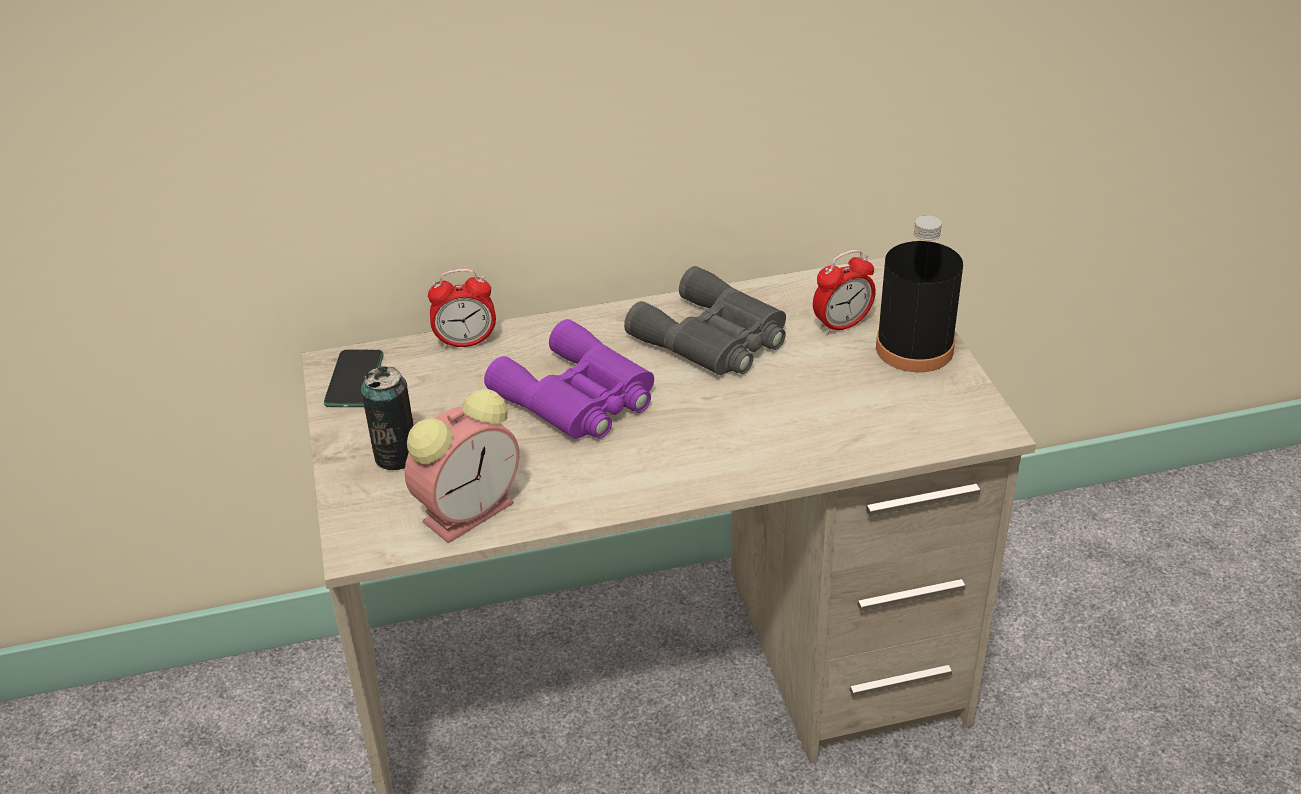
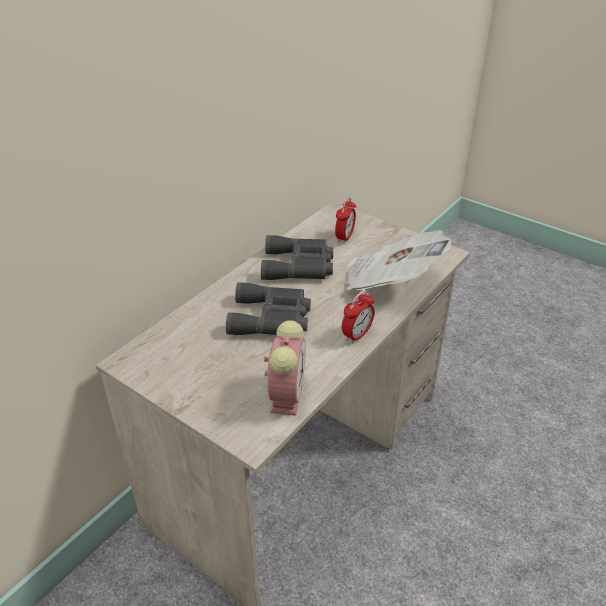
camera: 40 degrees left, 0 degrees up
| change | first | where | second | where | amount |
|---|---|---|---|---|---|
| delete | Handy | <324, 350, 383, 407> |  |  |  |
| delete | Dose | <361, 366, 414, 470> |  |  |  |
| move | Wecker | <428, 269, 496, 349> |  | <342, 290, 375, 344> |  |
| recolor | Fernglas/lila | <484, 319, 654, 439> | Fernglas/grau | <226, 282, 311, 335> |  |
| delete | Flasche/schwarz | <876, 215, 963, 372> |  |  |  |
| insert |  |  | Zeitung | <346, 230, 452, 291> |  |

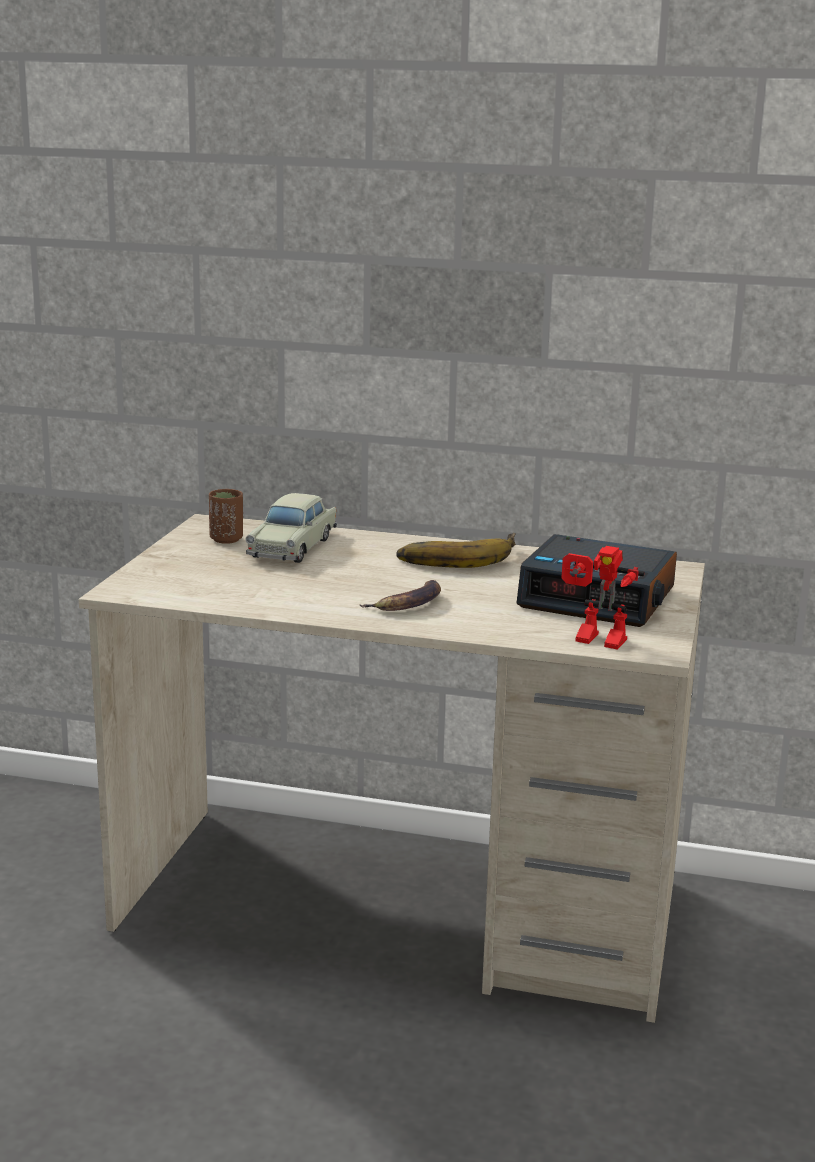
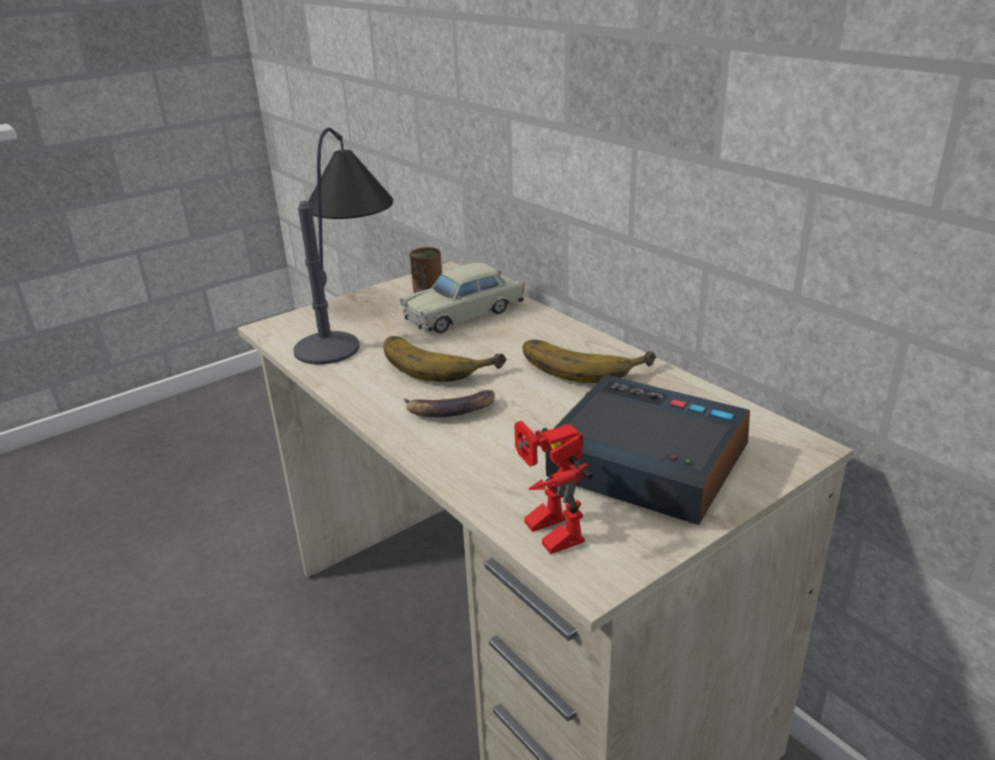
camera: 40 degrees right, 10 degrees up
| change | first | where | second | where | amount |
|---|---|---|---|---|---|
| rotate | Wecker | <516, 534, 677, 627> |  | <546, 375, 750, 525> | 150 degrees clockwise |
| insert |  |  | Tischlampe | <293, 128, 393, 365> |  |
| insert |  |  | Banane | <384, 336, 507, 382> |  |

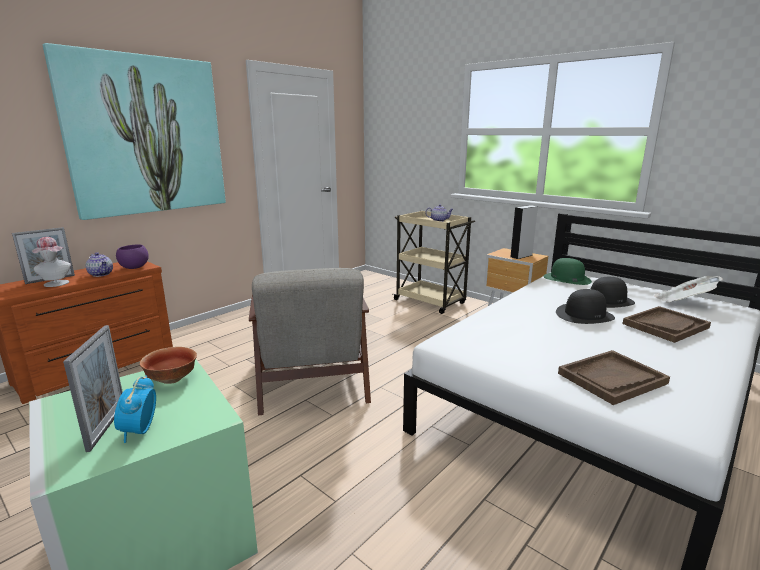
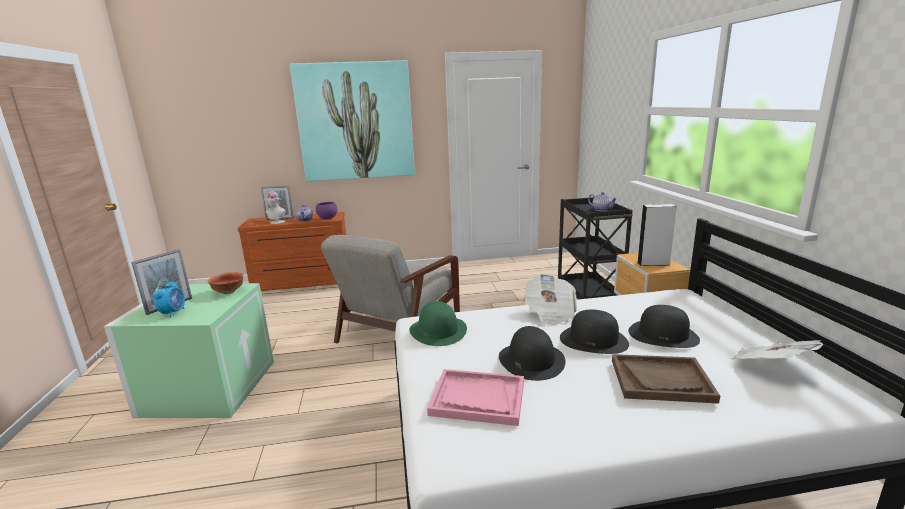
camera: 40 degrees right, 0 degrees up
| change | first | where | second | where | amount |
|---|---|---|---|---|---|
| rotate | Wecker | <114, 375, 156, 443> |  | <153, 280, 185, 318> | 150 degrees clockwise |
| recolor | Rollwagen/beige | <393, 210, 475, 314> | Rollwagen/schwarz | <558, 197, 633, 300> |  |
| move | Hut/grün | <543, 258, 592, 285> |  | <409, 301, 467, 346> |  |
| recolor | Tablett/braun | <558, 350, 670, 405> | Tablett/rosa | <427, 369, 524, 426> |  |
| insert |  |  | Hut/schwarz | <499, 326, 566, 381> |  |
| insert |  |  | Zeitung | <523, 273, 577, 327> |  |

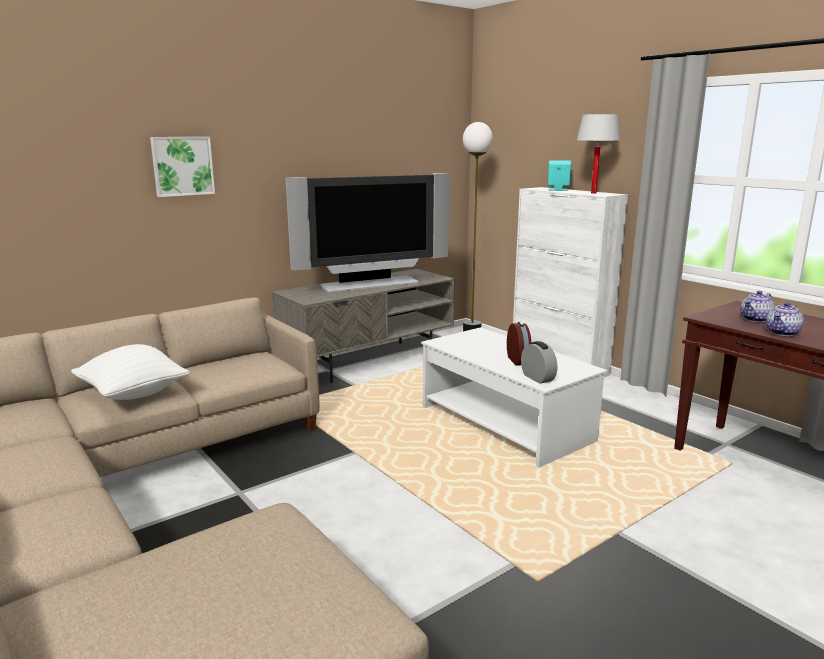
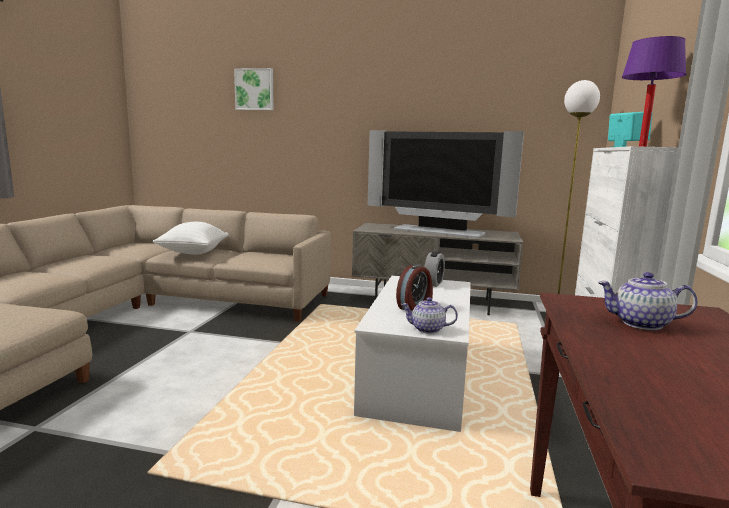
camera: 50 degrees right, 5 degrees down
| change | first | where | second | where | amount |
|---|---|---|---|---|---|
| move | Bild | <150, 137, 215, 197> |  | <234, 68, 274, 110> |  |
| move | Wecker | <521, 341, 557, 384> |  | <424, 251, 445, 287> |  |
| recolor | Tischlampe/weiß | <577, 114, 620, 194> | Tischlampe/lila | <622, 36, 686, 147> |  |
| move | Teekanne | <766, 302, 804, 336> |  | <401, 297, 458, 334> |  |

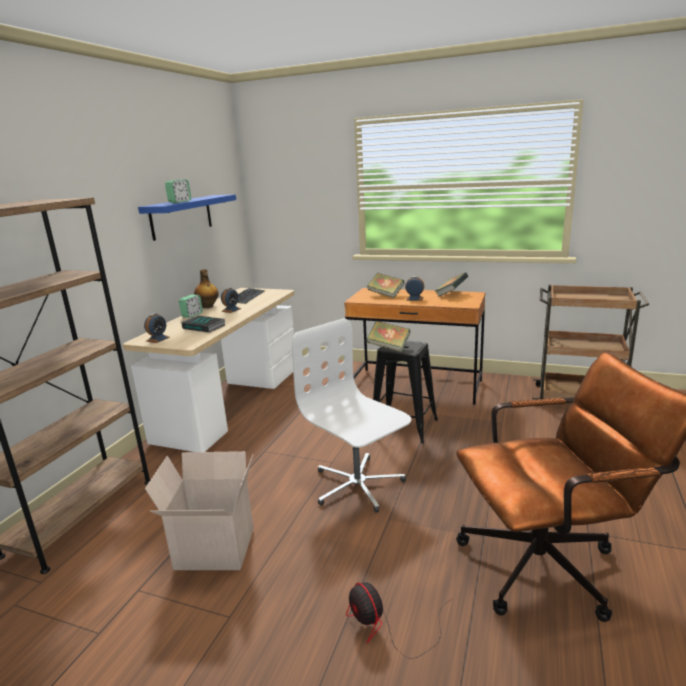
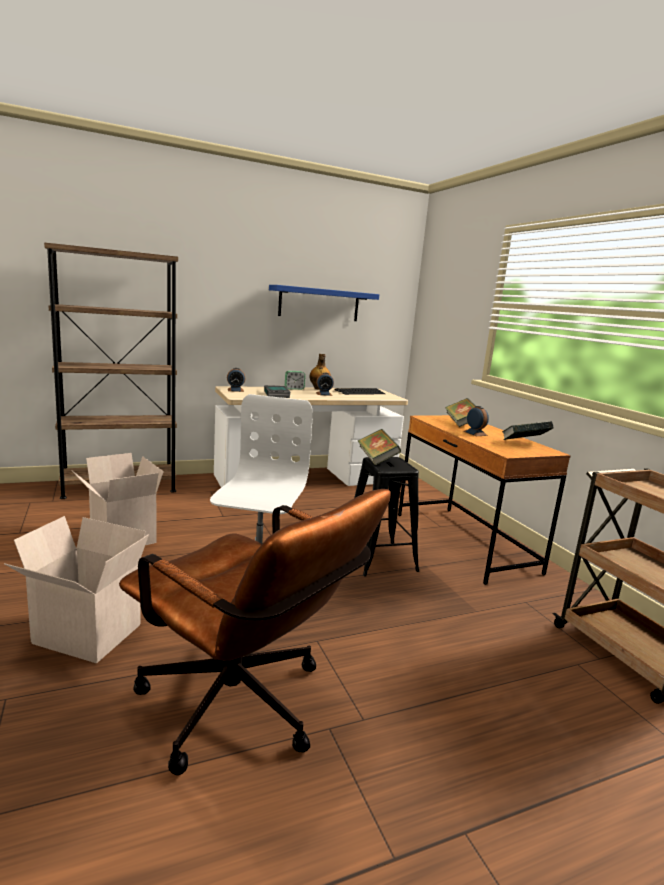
camera: 45 degrees right, 5 degrees down
| change | first | where | second | where | amount |
|---|---|---|---|---|---|
| delete | Wecker | <165, 179, 191, 203> |  |  |  |
| replace | Ventilator | <346, 582, 452, 659> | Karton | <4, 516, 149, 663> |  |

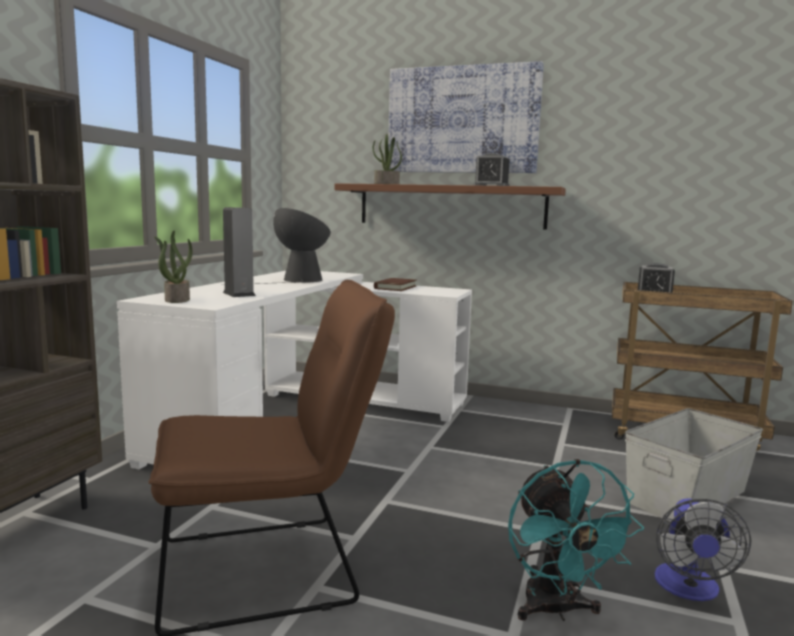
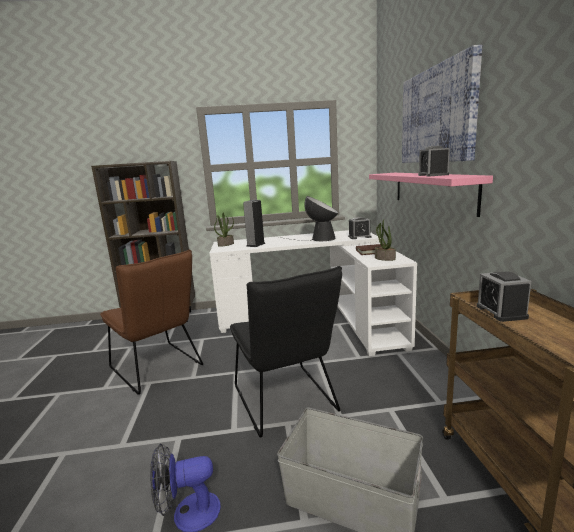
camera: 65 degrees right, 5 degrees up
| change | first | where | second | where | amount |
|---|---|---|---|---|---|
| recolor | Wandregal/braun | <334, 183, 566, 230> | Wandregal/rosa | <369, 173, 493, 217> |  |
| move | Topfpflanze | <373, 134, 402, 184> |  | <375, 220, 396, 261> |  |
| delete | Ventilator/türkis | <508, 459, 644, 621> |  |  |  |
| insert |  |  | Stuhl/schwarz | <230, 266, 342, 438> |  |
| insert |  |  | Wecker | <348, 217, 371, 239> |  |

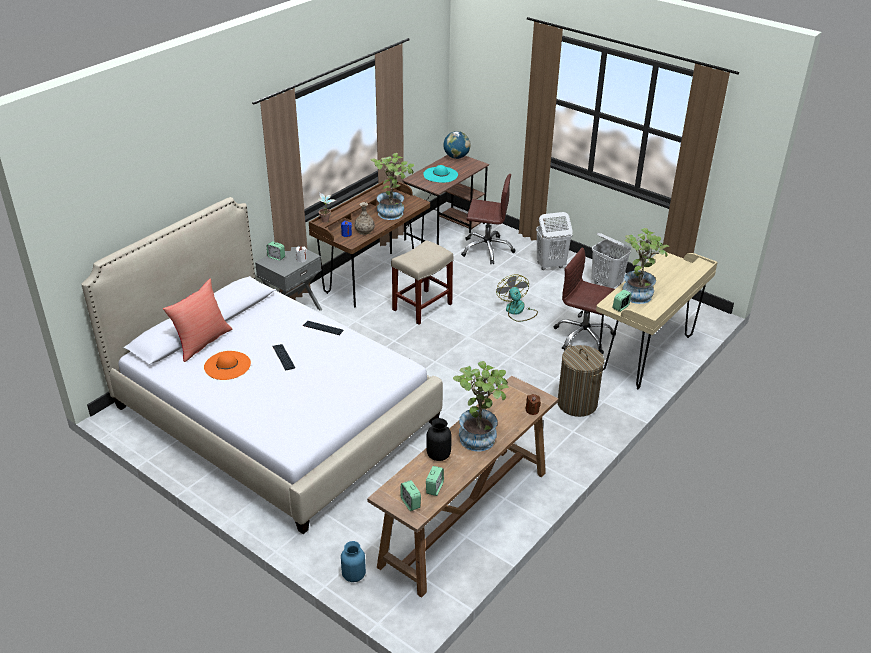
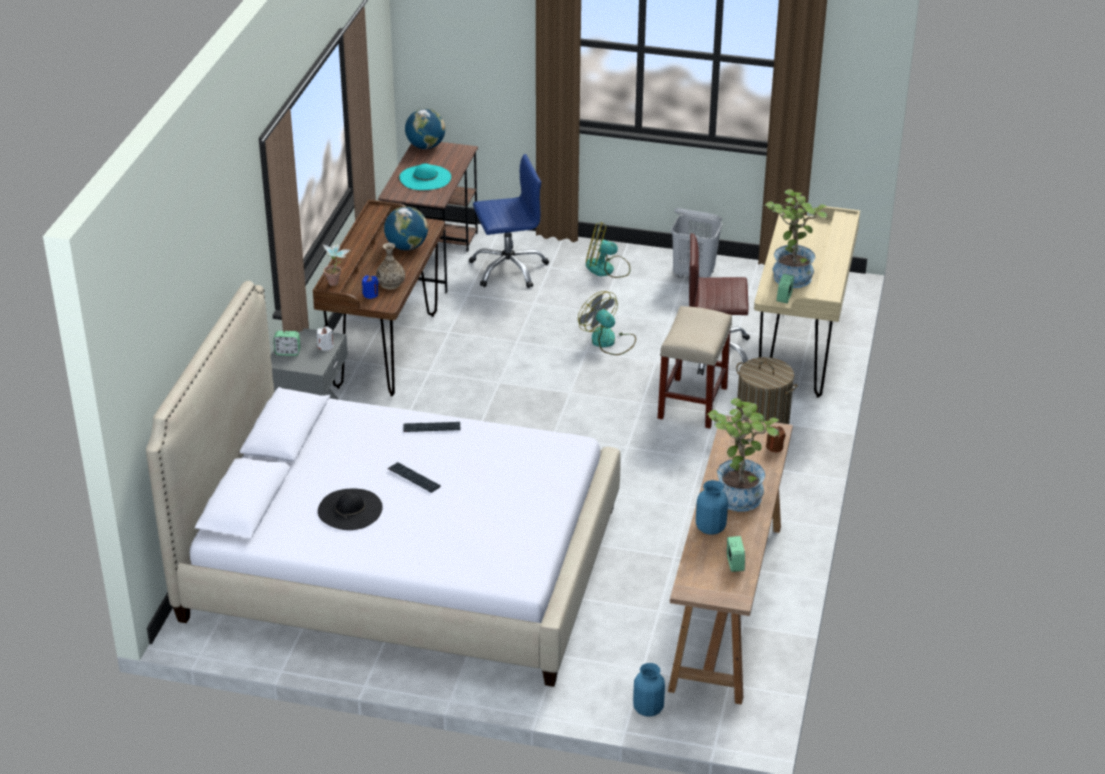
camera: 25 degrees left, 0 degrees up
| change | first | where | second | where | amount |
|---|---|---|---|---|---|
| delete | Kissen/rot | <163, 279, 233, 362> |  |  |  |
| recolor | Hut/orange | <204, 351, 251, 380> | Hut/schwarz | <318, 489, 383, 530> |  |
| replace | Topfpflanze | <371, 153, 415, 220> | Globus | <384, 207, 428, 250> |  |
| move | Hocker/beige | <391, 240, 453, 325> |  | <658, 306, 732, 429> |  |
| delete | Wecker | <400, 480, 421, 511> |  |  |  |
| recolor | Vase/schwarz | <426, 418, 452, 461> | Vase/blau | <696, 480, 728, 535> |  |
| recolor | Bürostuhl/braun | <461, 174, 516, 264> | Bürostuhl/blau | <469, 154, 549, 288> |  |
| replace | Wäschekorb/weiß | <536, 212, 573, 270> | Ventilator | <586, 223, 630, 278> |  |

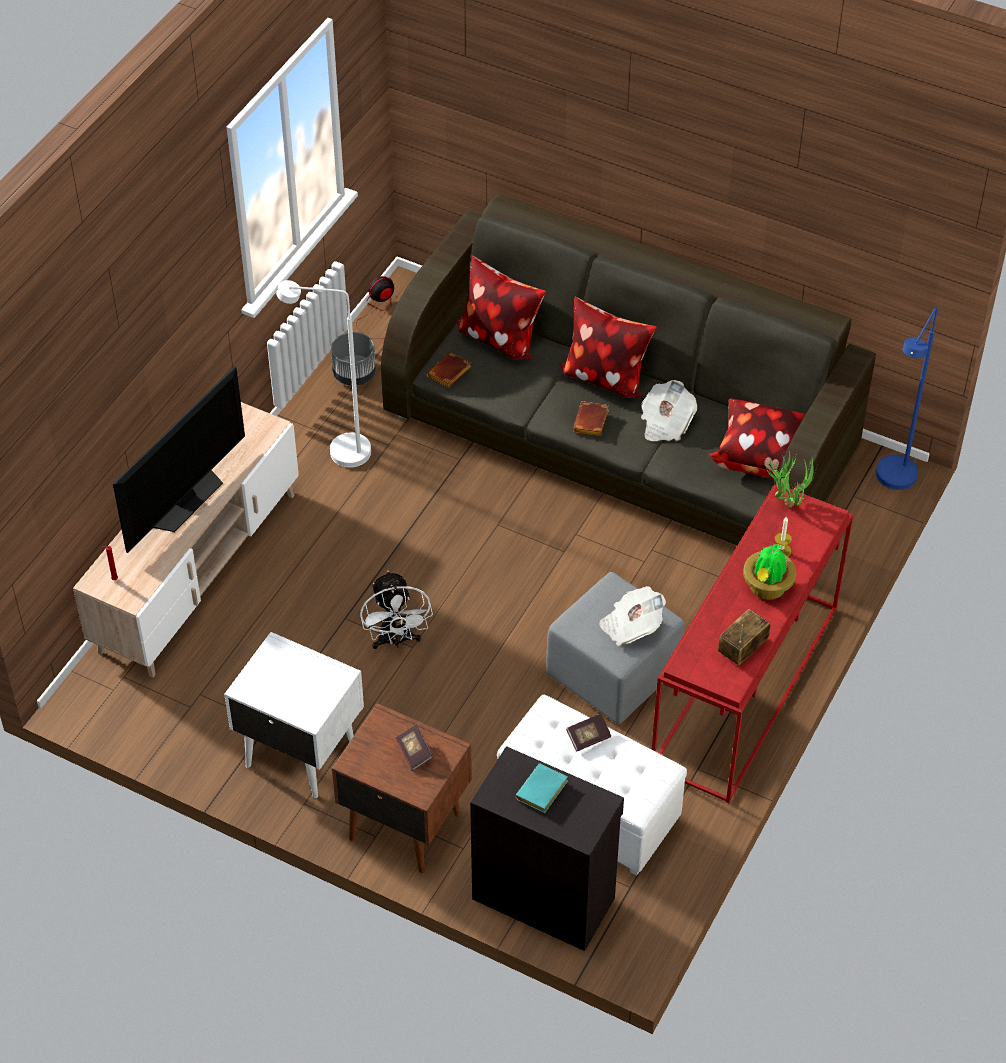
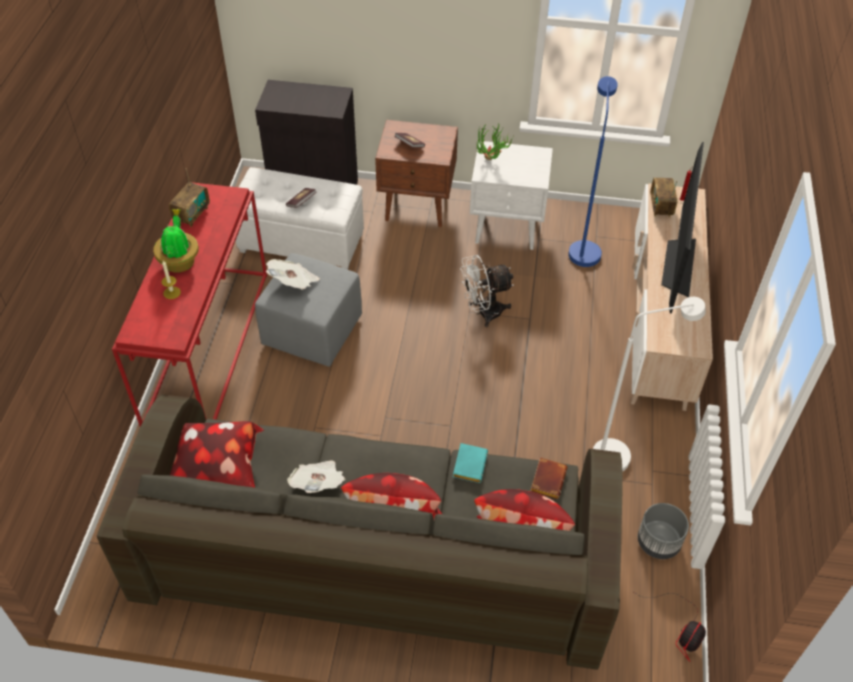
camera: 160 degrees right, 0 degrees up
| change | first | where | second | where | amount |
|---|---|---|---|---|---|
| rotate | Ventilator/weiß | <360, 571, 433, 649> |  | <460, 255, 514, 327> | 75 degrees counterclockwise |
| move | Buch/türkis | <515, 764, 568, 813> |  | <453, 443, 488, 483> |  |
| delete | Buch/braun | <573, 401, 609, 436> |  |  |  |
| move | Topfpflanze | <765, 451, 817, 508> |  | <476, 123, 513, 160> |  |
| move | Stehlampe/blau | <876, 307, 938, 490> |  | <568, 76, 618, 267> |  |
| insert |  |  | Radio | <650, 178, 677, 217> |  |

